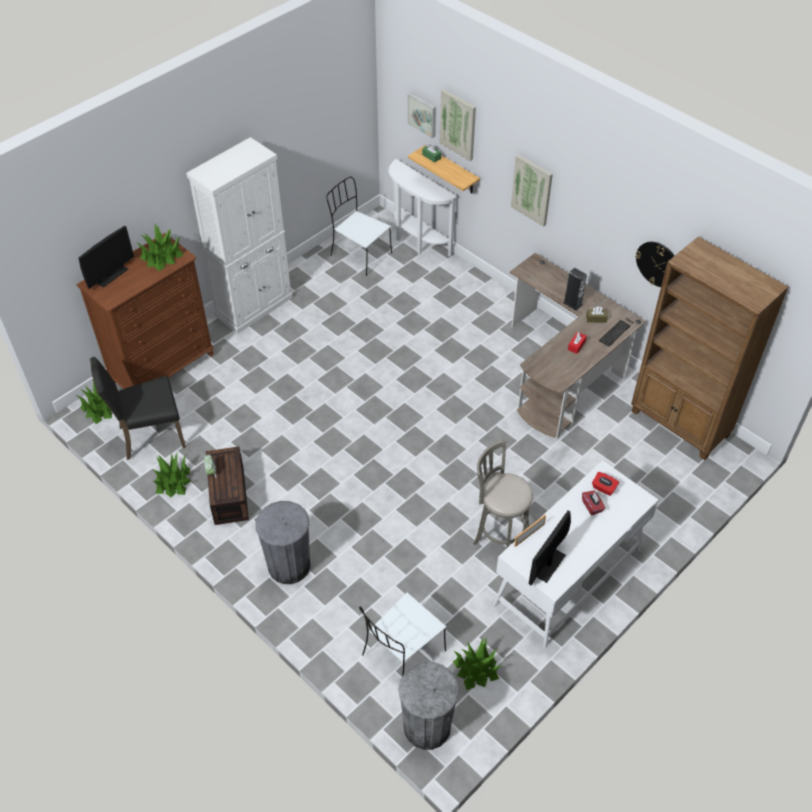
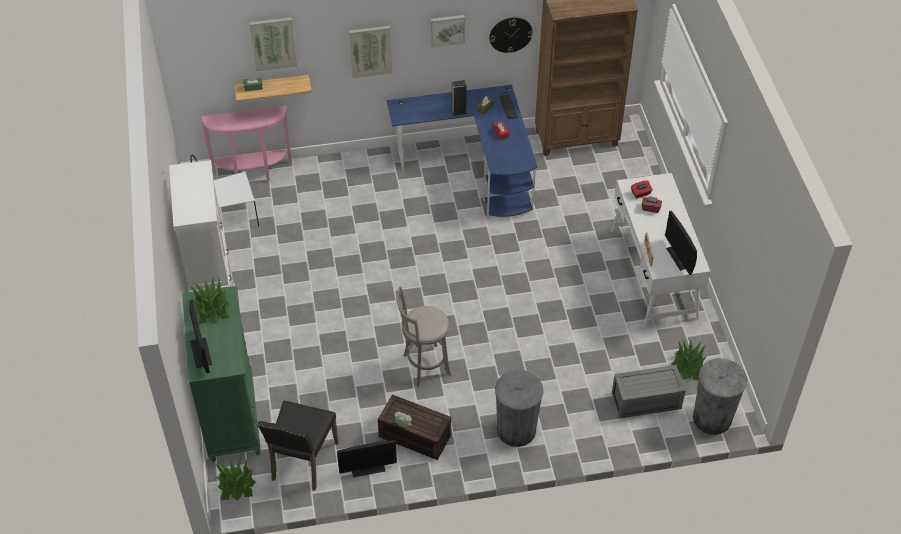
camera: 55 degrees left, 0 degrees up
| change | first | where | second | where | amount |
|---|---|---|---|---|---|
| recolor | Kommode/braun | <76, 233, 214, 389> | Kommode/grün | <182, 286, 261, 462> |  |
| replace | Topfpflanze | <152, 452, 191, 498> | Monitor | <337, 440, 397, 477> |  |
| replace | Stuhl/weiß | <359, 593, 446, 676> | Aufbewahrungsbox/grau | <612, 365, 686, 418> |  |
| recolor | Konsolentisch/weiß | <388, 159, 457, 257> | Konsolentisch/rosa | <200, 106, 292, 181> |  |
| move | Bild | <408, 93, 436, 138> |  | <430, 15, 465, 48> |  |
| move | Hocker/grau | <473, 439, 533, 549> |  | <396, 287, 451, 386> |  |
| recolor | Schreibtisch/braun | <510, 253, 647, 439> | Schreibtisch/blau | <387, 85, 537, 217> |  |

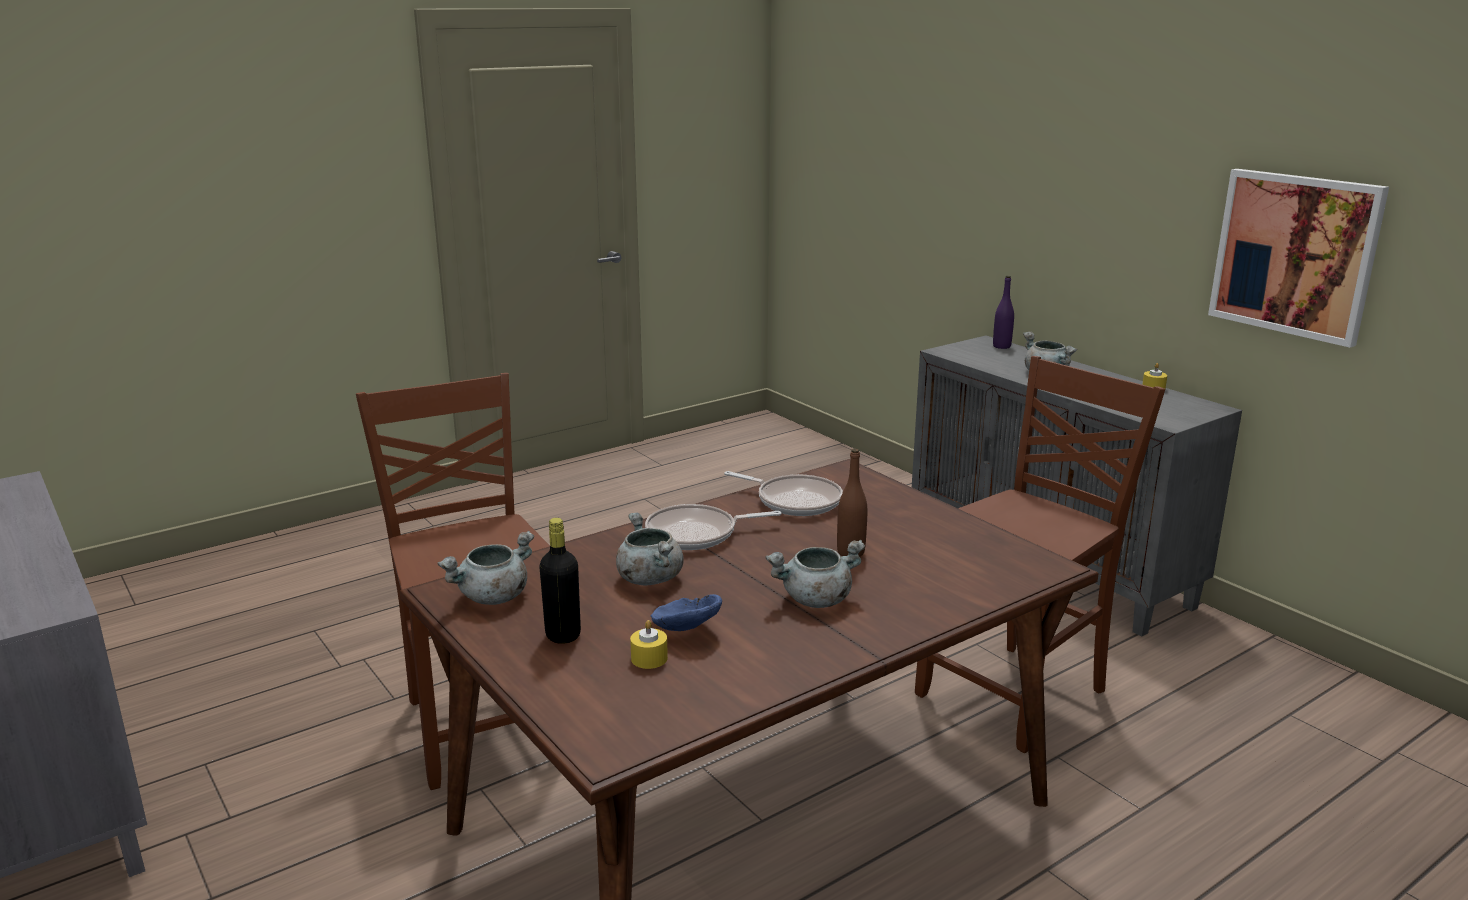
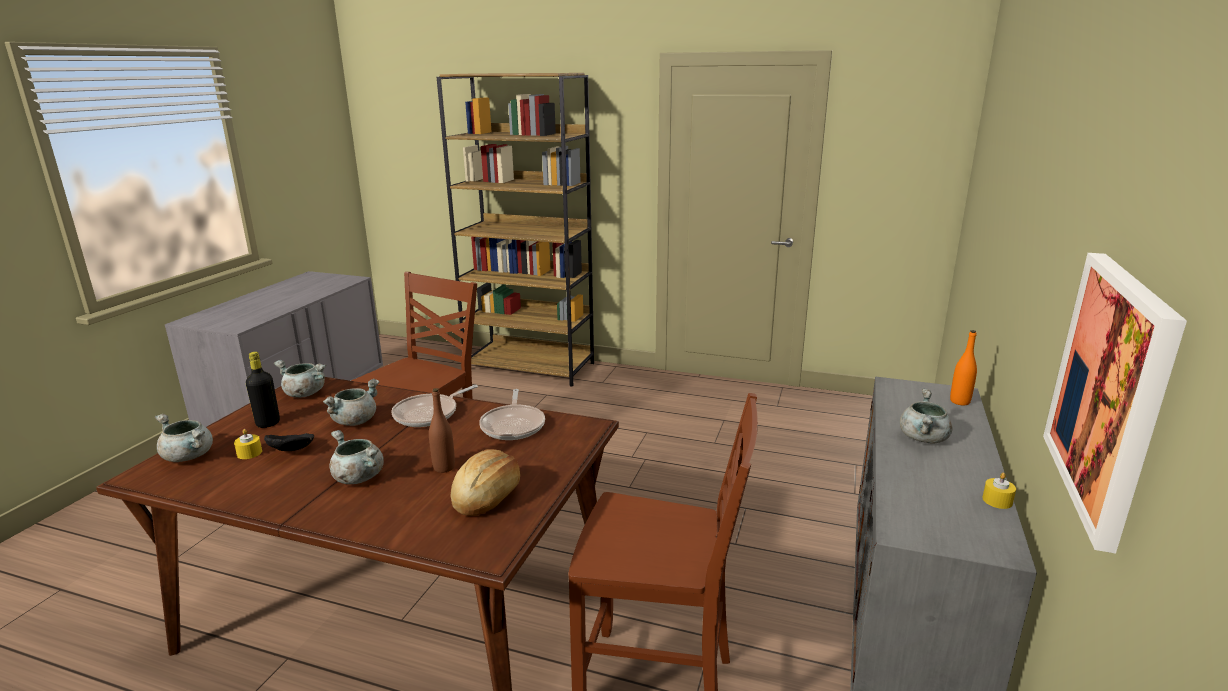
camera: 55 degrees right, 0 degrees up
| change | first | where | second | where | amount |
|---|---|---|---|---|---|
| rotate | Pfanne | <645, 504, 781, 550> |  | <391, 385, 478, 427> | 90 degrees counterclockwise |
| recolor | Schüssel/blau | <651, 594, 722, 631> | Schüssel/schwarz | <264, 433, 314, 451> |  |
| recolor | Flasche/lila | <993, 276, 1014, 349> | Flasche/orange | <950, 330, 977, 405> |  |
| insert |  |  | Kochtopf/grau | <155, 414, 213, 462> |  |
| insert |  |  | Bücherregal/braun | <437, 73, 594, 387> |  |
| insert |  |  | Brot | <451, 449, 520, 516> |  |

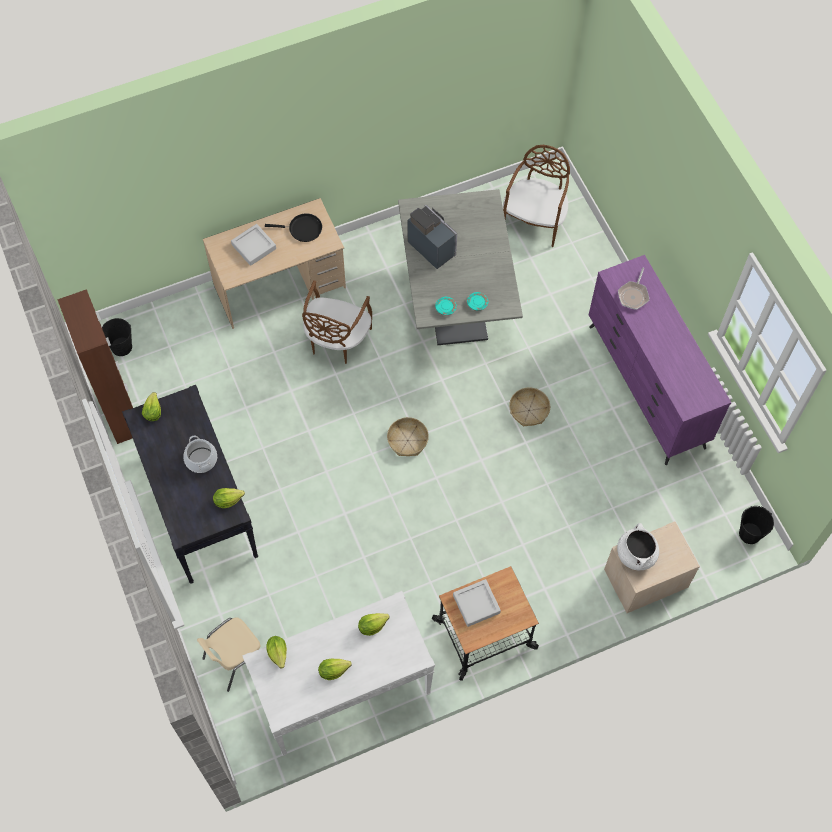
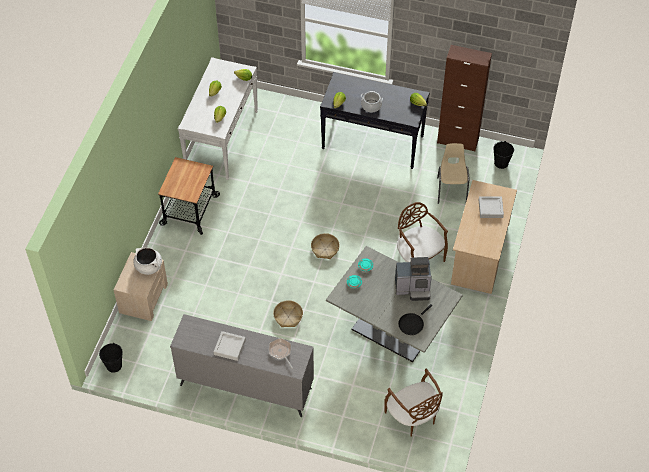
camera: 130 degrees right, 10 degrees down
| change | first | where | second | where | amount |
|---|---|---|---|---|---|
| move | Stuhl/beige | <197, 617, 260, 692> |  | <437, 143, 469, 204> |  |
| move | Pfanne/schwarz | <265, 213, 322, 242> |  | <398, 304, 432, 335> |  |
| move | Tablett/grau | <453, 579, 501, 627> |  | <214, 331, 246, 361> |  |
| recolor | Kommode/lila | <589, 255, 732, 465> | Kommode/grau | <170, 314, 314, 417> |  |

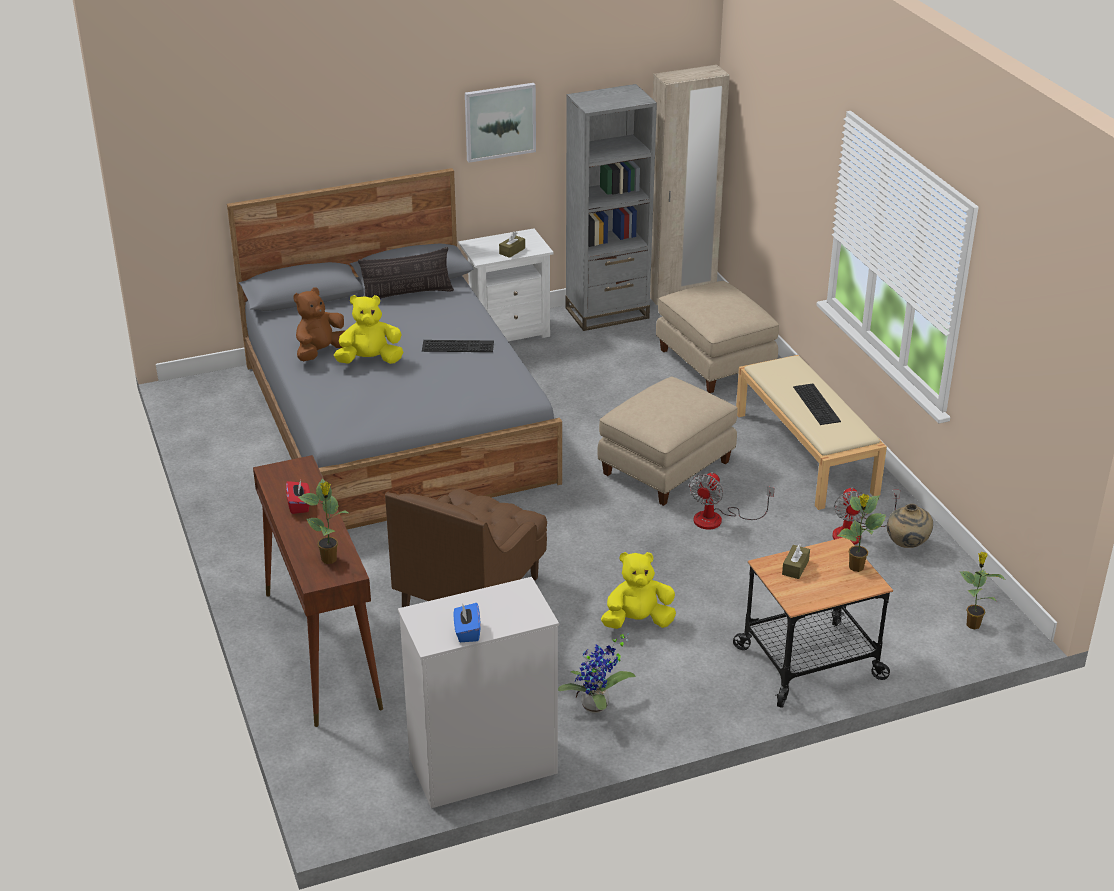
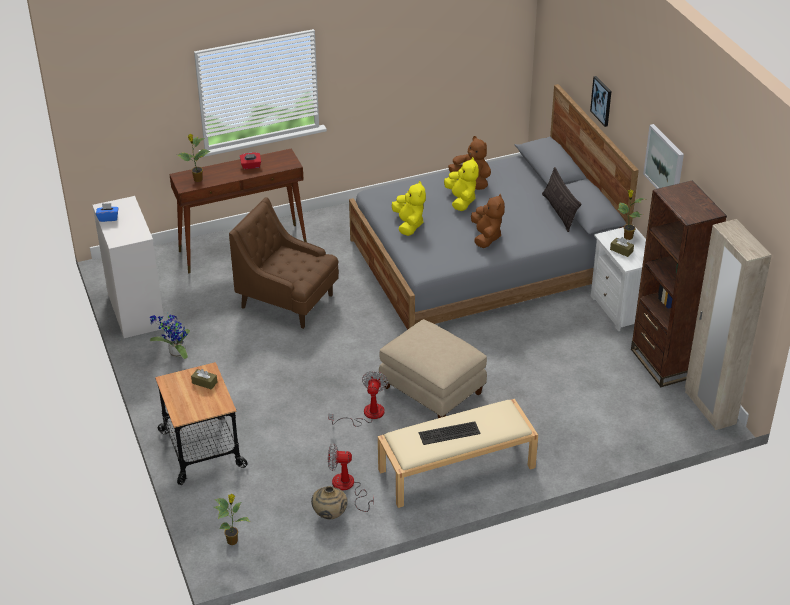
camera: 90 degrees right, 5 degrees up
| change | first | where | second | where | amount |
|---|---|---|---|---|---|
| replace | Tastatur | <422, 340, 494, 352> | Plüschtier/braun | <471, 194, 505, 248> |  |
| recolor | Bücherregal/grau | <566, 84, 657, 331> | Bücherregal/braun | <631, 180, 727, 387> |  |
| move | Plüschtier/gelb | <601, 552, 676, 629> |  | <392, 181, 426, 236> |  |
| delete | Polsterhocker/beige | <656, 281, 779, 393> |  |  |  |
| rotate | Ventilator | <689, 472, 775, 529> |  | <328, 371, 388, 427> | 75 degrees clockwise |
| move | Topfpflanze | <837, 494, 886, 572> |  | <617, 190, 644, 240> |  |
| insert |  |  | Bild | <590, 76, 611, 127> |  |

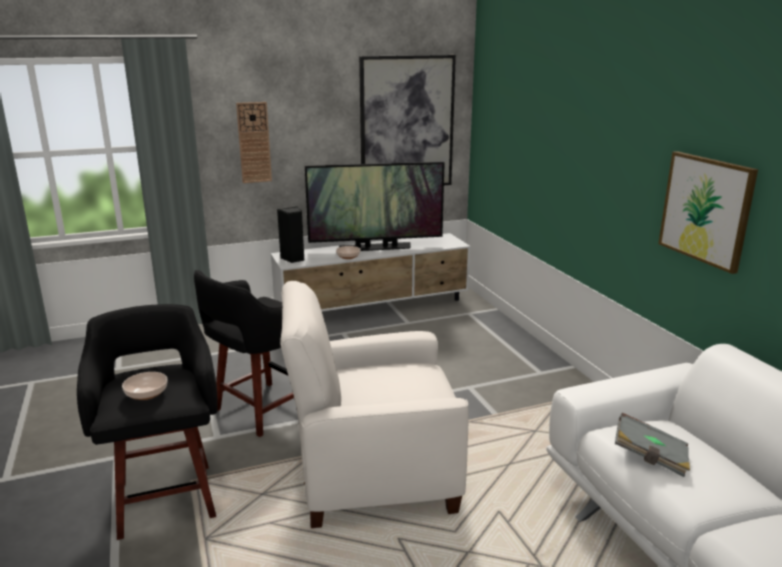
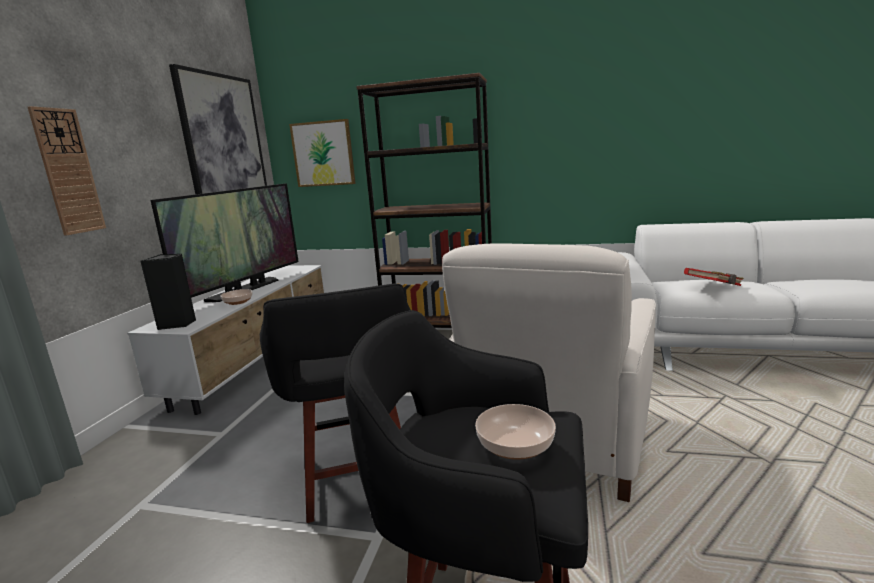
camera: 55 degrees left, 5 degrees down
| change | first | where | second | where | amount |
|---|---|---|---|---|---|
| recolor | Buch/grau | <615, 413, 690, 477> | Buch/rot | <684, 268, 744, 286> |  |
| move | Bild | <658, 151, 758, 274> |  | <289, 119, 356, 187> |  |
| insert |  |  | Bücherregal/braun | <356, 73, 492, 328> |  |

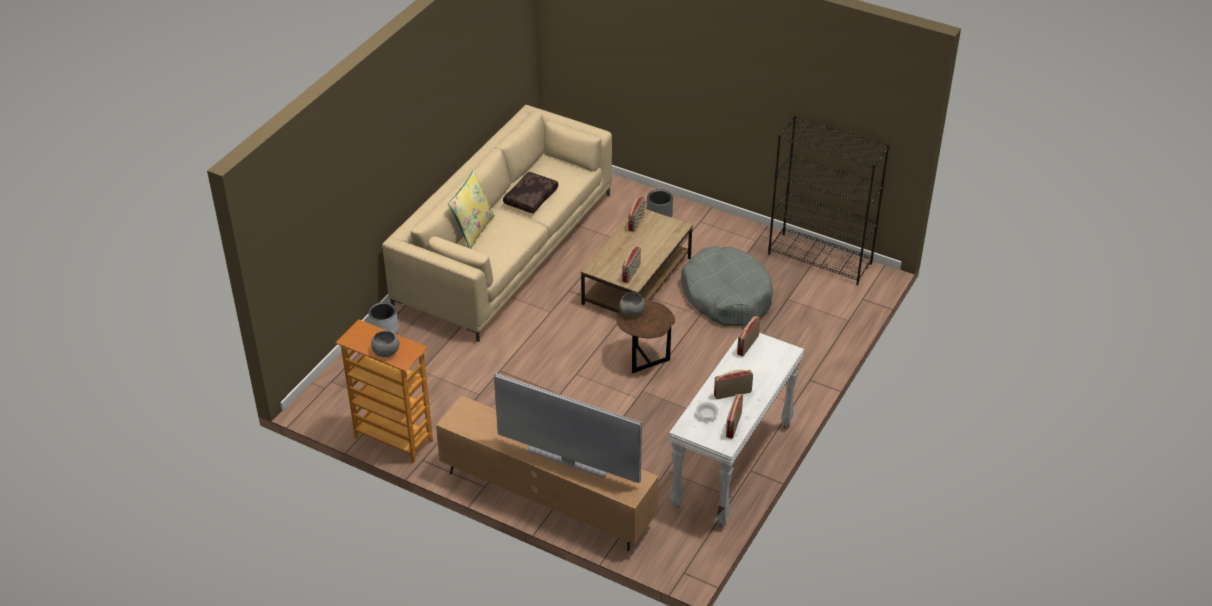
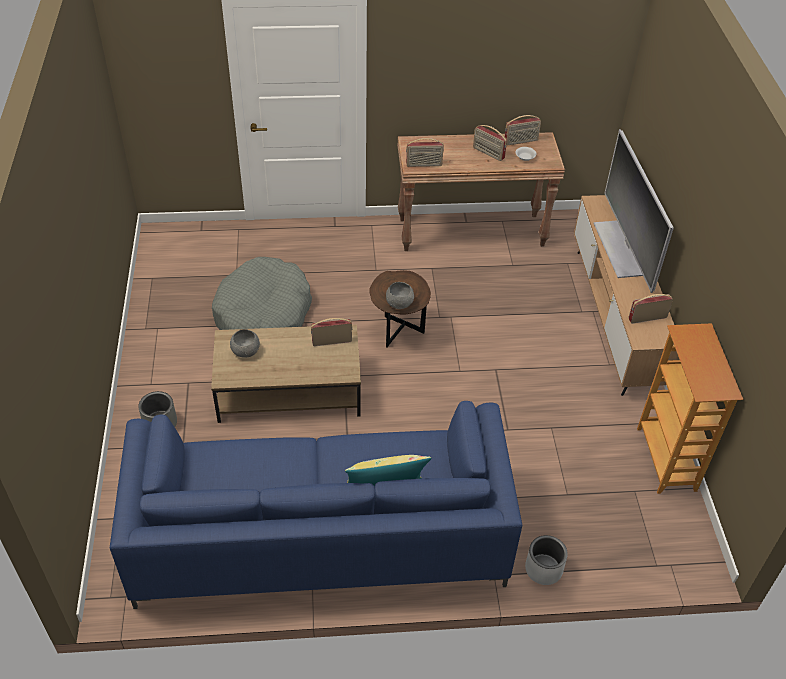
camera: 125 degrees left, 5 degrees up
| change | first | where | second | where | amount |
|---|---|---|---|---|---|
| move | Schüssel/grau | <371, 331, 399, 357> |  | <230, 329, 260, 358> |  |
| recolor | Sofa/beige | <382, 105, 612, 342> | Sofa/blau | <110, 401, 523, 609> |  |
| delete | Kissen/braun | <503, 172, 558, 213> |  |  |  |
| move | Radio | <628, 196, 645, 232> |  | <628, 294, 673, 324> |  |
| recolor | Konsolentisch/weiß | <669, 333, 804, 528> | Konsolentisch/braun | <397, 132, 565, 251> |  |
| delete | Bücherregal/schwarz | <768, 115, 890, 285> |  |  |  |

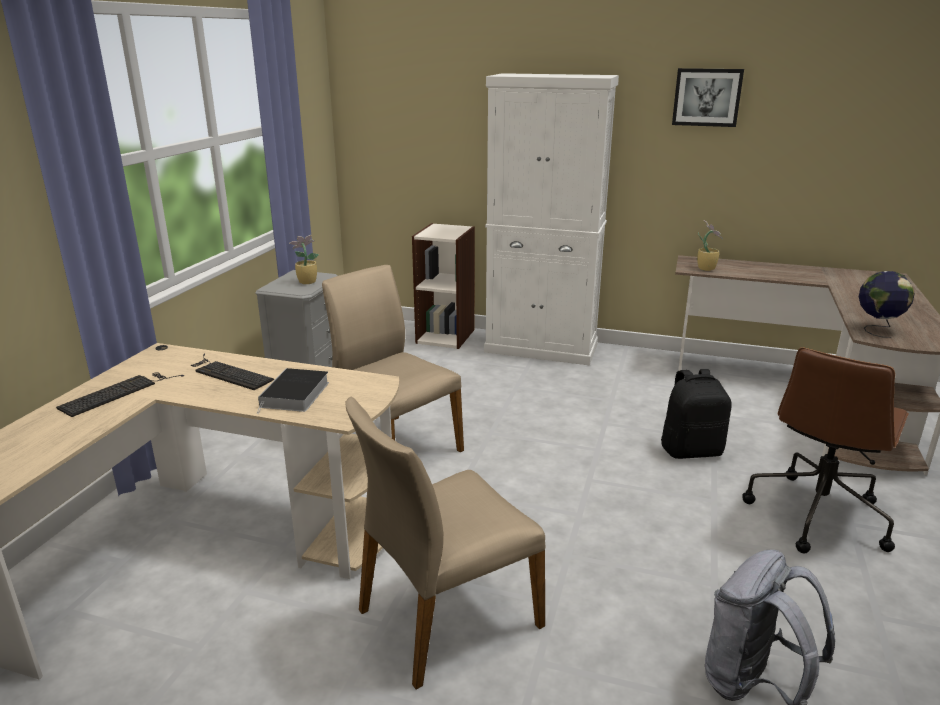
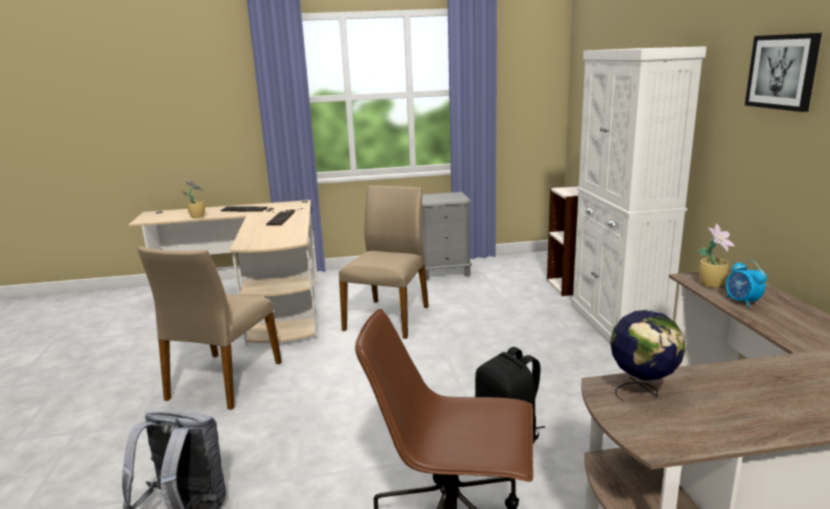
camera: 65 degrees right, 5 degrees down
| change | first | where | second | where | amount |
|---|---|---|---|---|---|
| delete | Buch | <257, 368, 329, 414> |  |  |  |
| move | Topfpflanze | <289, 235, 319, 284> |  | <182, 180, 205, 218> |  |
| rotate | Stuhl/beige | <345, 396, 546, 690> |  | <137, 246, 282, 410> | 105 degrees counterclockwise |
| insert |  |  | Wecker | <726, 260, 767, 308> |  |

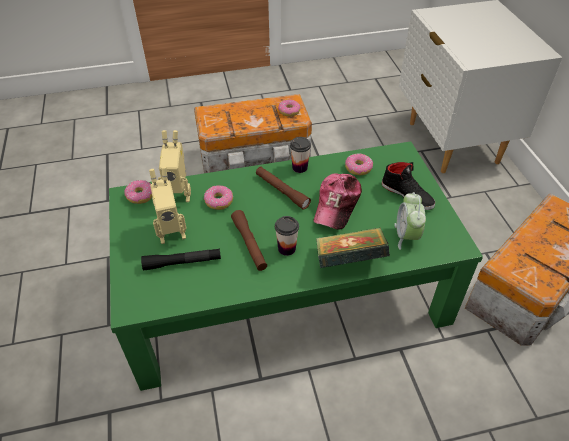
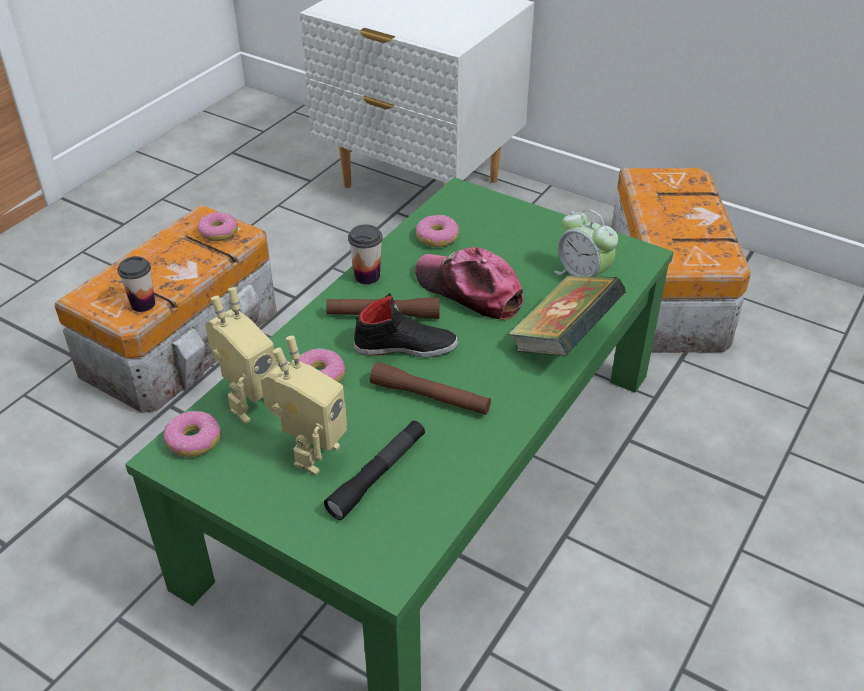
camera: 45 degrees left, 5 degrees down
| change | first | where | second | where | amount |
|---|---|---|---|---|---|
| move | Tasse | <275, 216, 299, 256> |  | <117, 256, 155, 312> |  |
| rotate | Kappe | <313, 173, 362, 230> |  | <415, 247, 523, 320> | 150 degrees clockwise |
| move | Schuh/schwarz | <382, 162, 435, 210> |  | <354, 293, 458, 357> |  |

